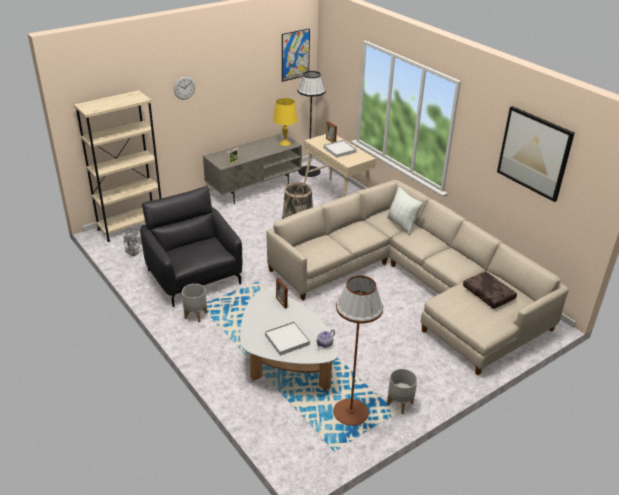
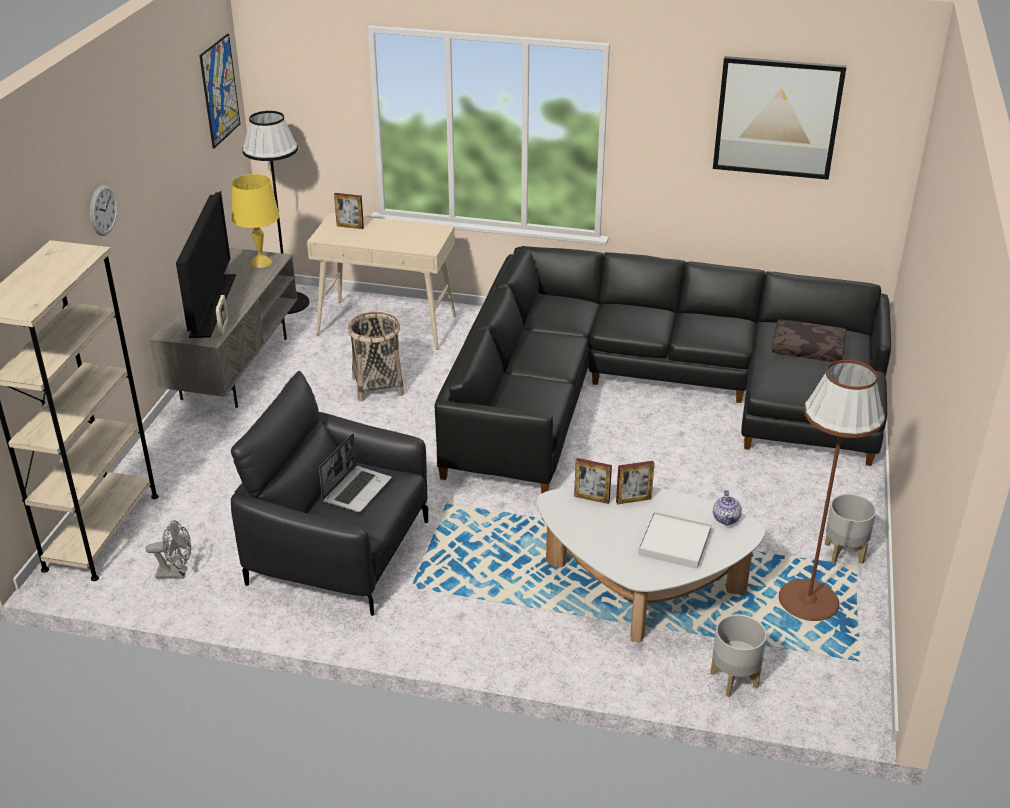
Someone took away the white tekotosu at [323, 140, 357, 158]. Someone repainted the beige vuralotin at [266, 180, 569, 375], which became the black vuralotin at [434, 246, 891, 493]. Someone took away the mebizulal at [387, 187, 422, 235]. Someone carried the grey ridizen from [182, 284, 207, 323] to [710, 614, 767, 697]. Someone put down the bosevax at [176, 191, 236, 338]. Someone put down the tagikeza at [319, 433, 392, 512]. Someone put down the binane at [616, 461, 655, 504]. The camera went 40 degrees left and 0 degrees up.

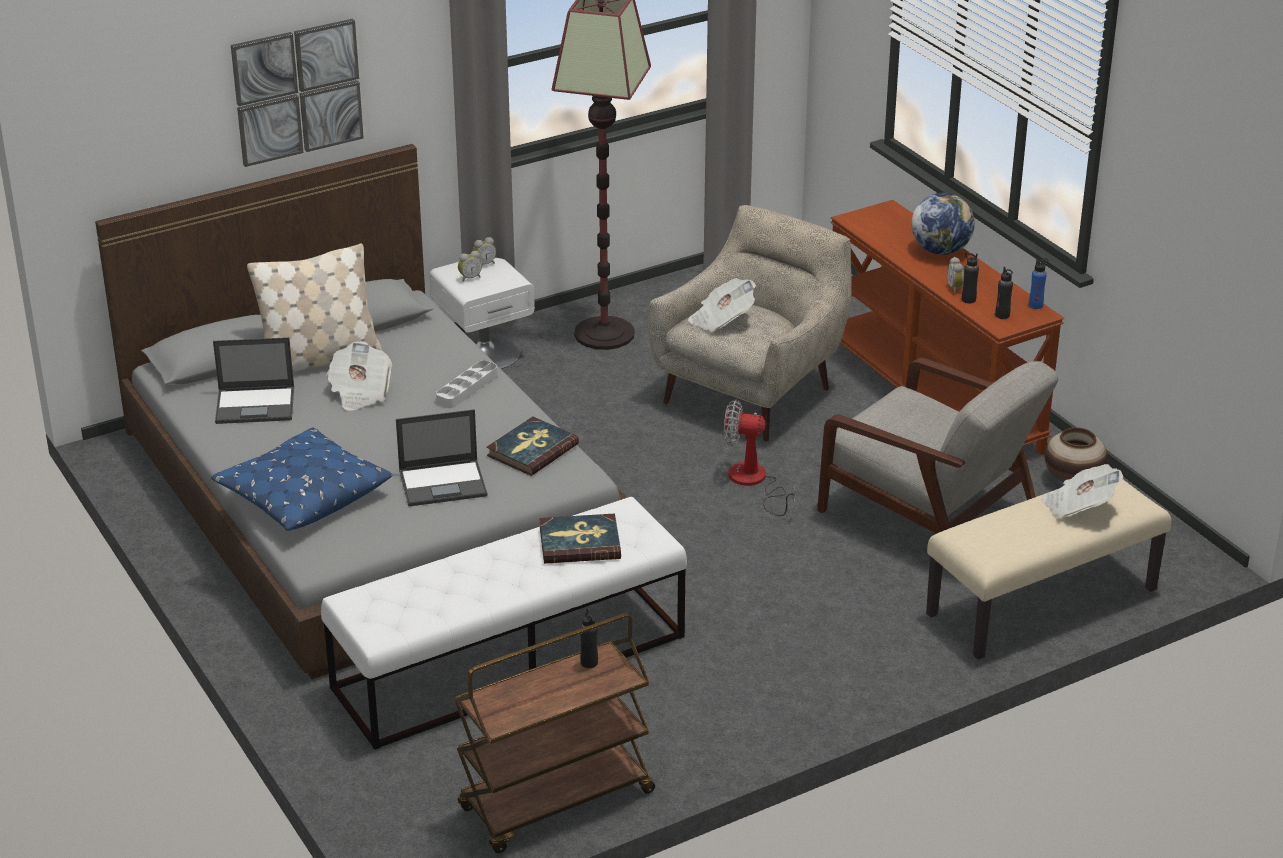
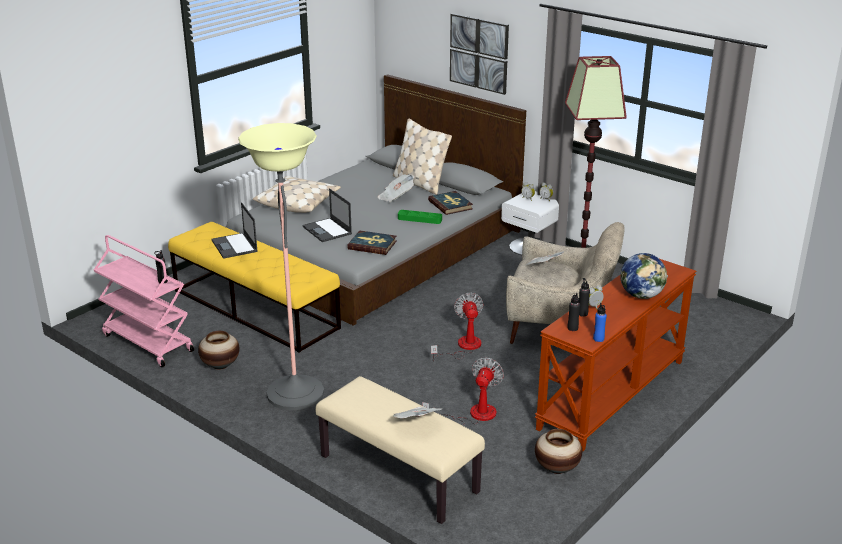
Someone carried the tagikeza from [213, 337, 294, 424] to [212, 202, 258, 259]. Someone swapped the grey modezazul at [817, 358, 1059, 534] for the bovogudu at [422, 357, 504, 426]. Someone repainted the grey tekotosu at [436, 360, 497, 408], which became the green tekotosu at [398, 210, 442, 224]. Someone repainted the blue mebizulal at [211, 427, 392, 531], which became the beige mebizulal at [253, 176, 341, 213]. Someone repainted the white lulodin at [321, 497, 687, 750], which became the yellow lulodin at [168, 222, 341, 352]. Someone carried the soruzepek from [539, 513, 621, 564] to [428, 191, 473, 215]. Someone repainted the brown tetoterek at [454, 613, 655, 853], which became the pink tetoterek at [94, 235, 194, 367]. Someone put down the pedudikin at [238, 123, 324, 410]. Someone put down the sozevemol at [198, 331, 240, 370]. The camera went 70 degrees right and 5 degrees down.

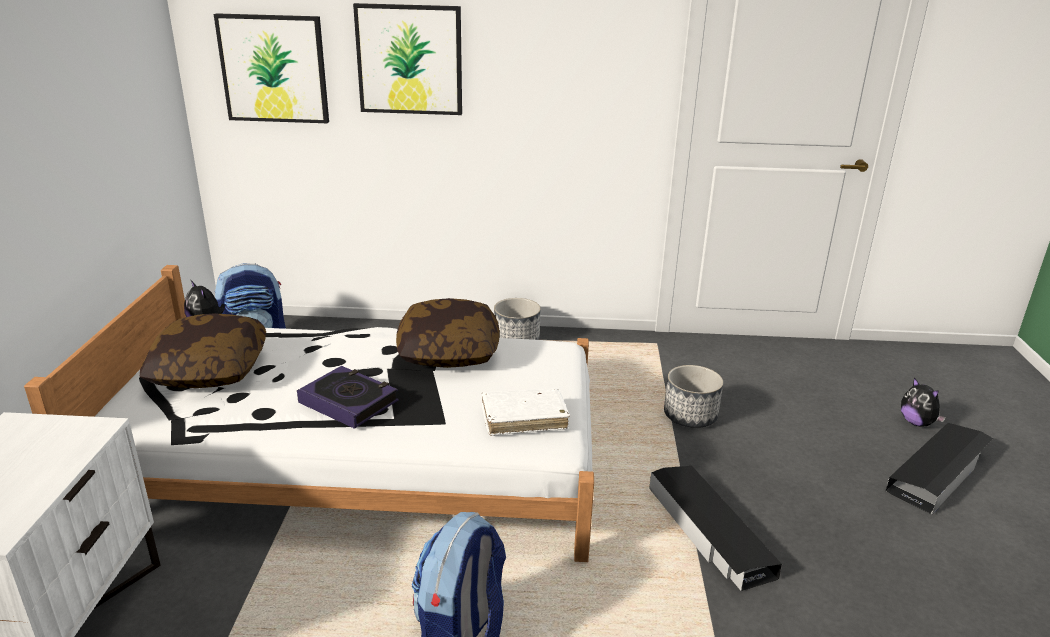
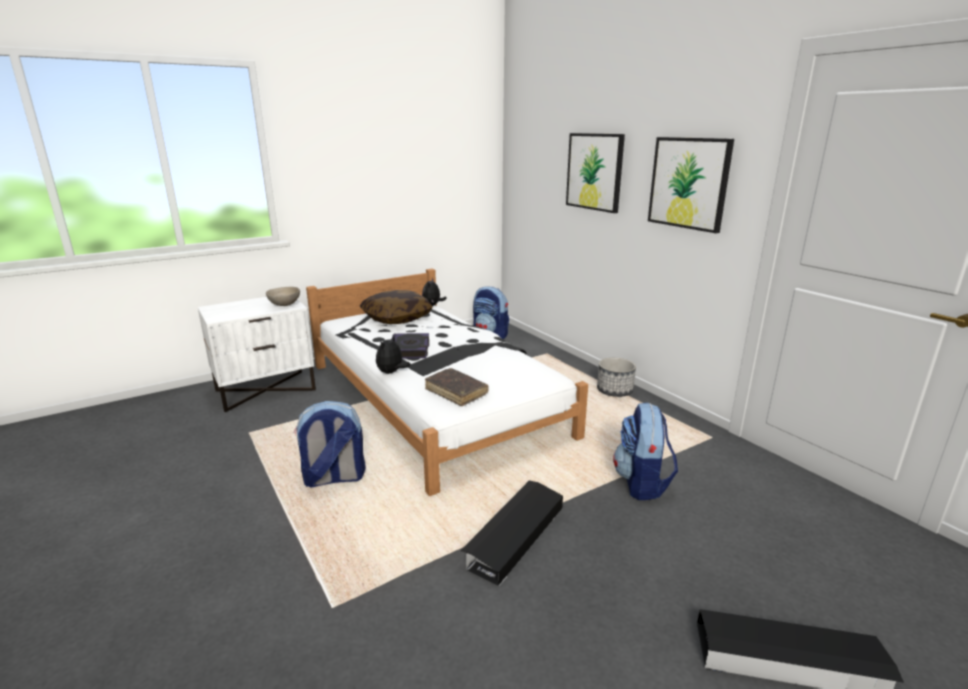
Someone carried the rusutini from [214, 13, 329, 123] to [648, 137, 734, 233]. Someone took away the mebizulal at [396, 298, 500, 368]. Someone swapped the ridizen at [664, 365, 723, 428] for the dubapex at [613, 403, 678, 500]. Someone carried the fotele from [901, 377, 946, 426] to [376, 335, 410, 374]. Someone repainted the white soruzepek at [482, 388, 570, 436], which became the brown soruzepek at [425, 368, 489, 406]. Someone put down the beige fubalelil at [266, 287, 300, 306]. The camera went 55 degrees right and 5 degrees down.

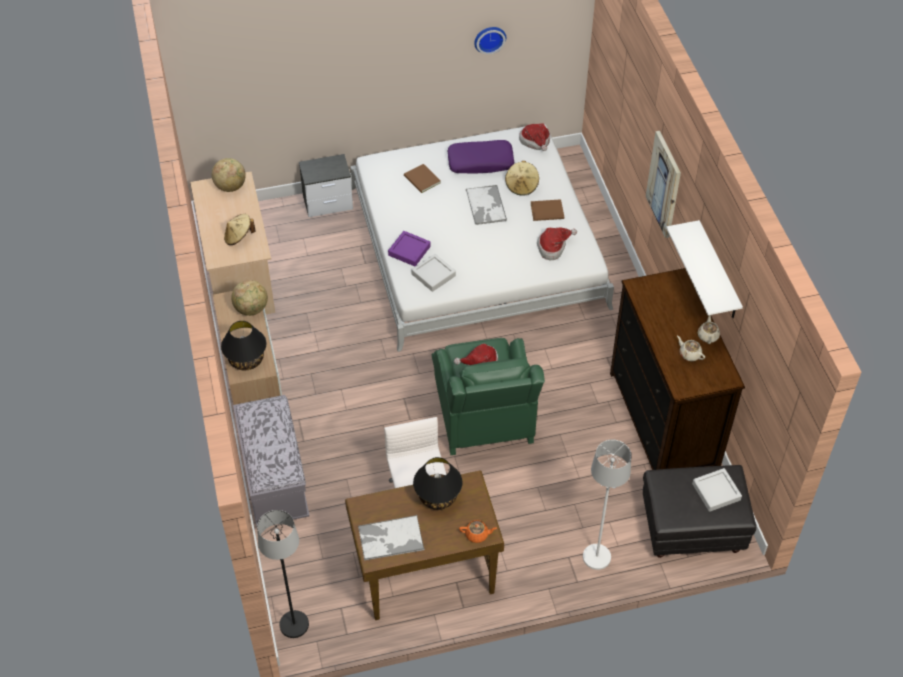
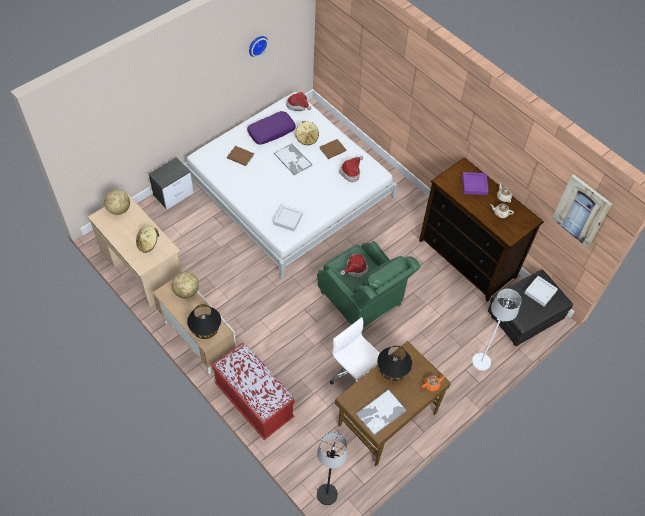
Someone carried the rusutini from [646, 131, 681, 238] to [552, 174, 612, 248]. Someone took away the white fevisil at [666, 220, 743, 318]. Someone carried the purple tekotosu from [388, 231, 431, 266] to [462, 172, 489, 195]. Someone repainted the grey lulodin at [233, 395, 310, 527], which became the red lulodin at [212, 342, 295, 440]. The camera went 30 degrees left and 5 degrees up.

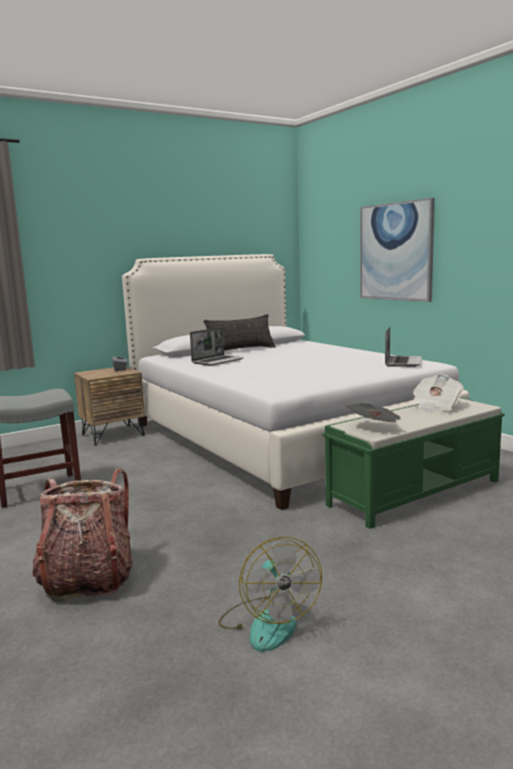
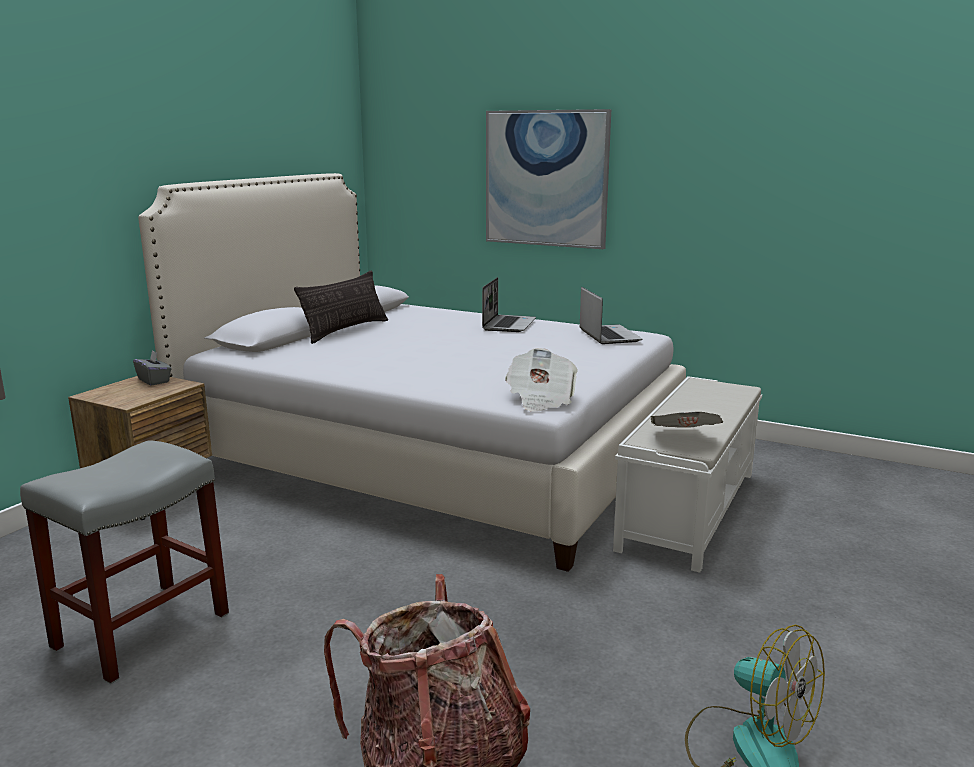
Someone carried the tagikeza from [190, 327, 244, 366] to [482, 277, 536, 332]. Someone carried the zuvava from [413, 374, 464, 413] to [505, 348, 578, 412]. Someone repainted the green lulodin at [323, 397, 505, 529], which became the white lulodin at [613, 376, 762, 573]. The camera went 30 degrees left and 5 degrees up.

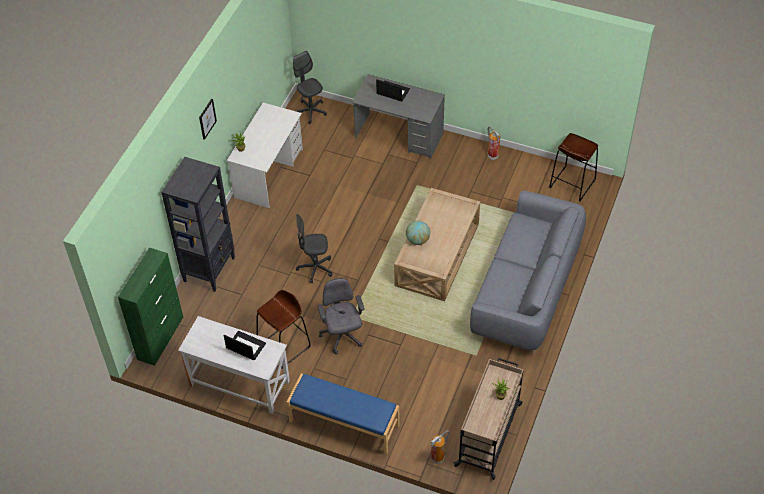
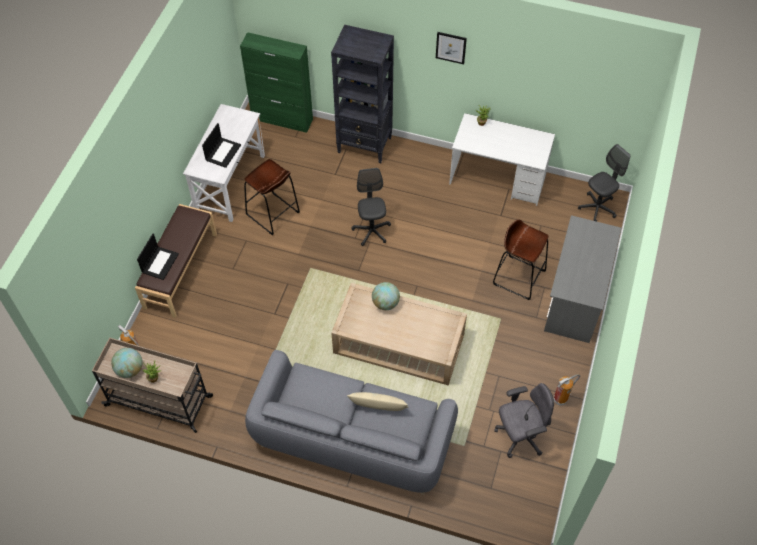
Someone carried the tagikeza from [376, 79, 410, 101] to [137, 234, 179, 280]. Someone carried the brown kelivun from [549, 133, 598, 201] to [493, 219, 549, 300]. Someone carried the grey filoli from [318, 278, 364, 354] to [494, 383, 554, 458]. Someone repainted the blue lulodin at [287, 373, 400, 455], which became the brown lulodin at [135, 204, 217, 318]. Someone put down the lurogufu at [111, 348, 143, 378]. Someone put down the beige mebizulal at [347, 392, 409, 411]. The camera went 85 degrees right and 5 degrees up.

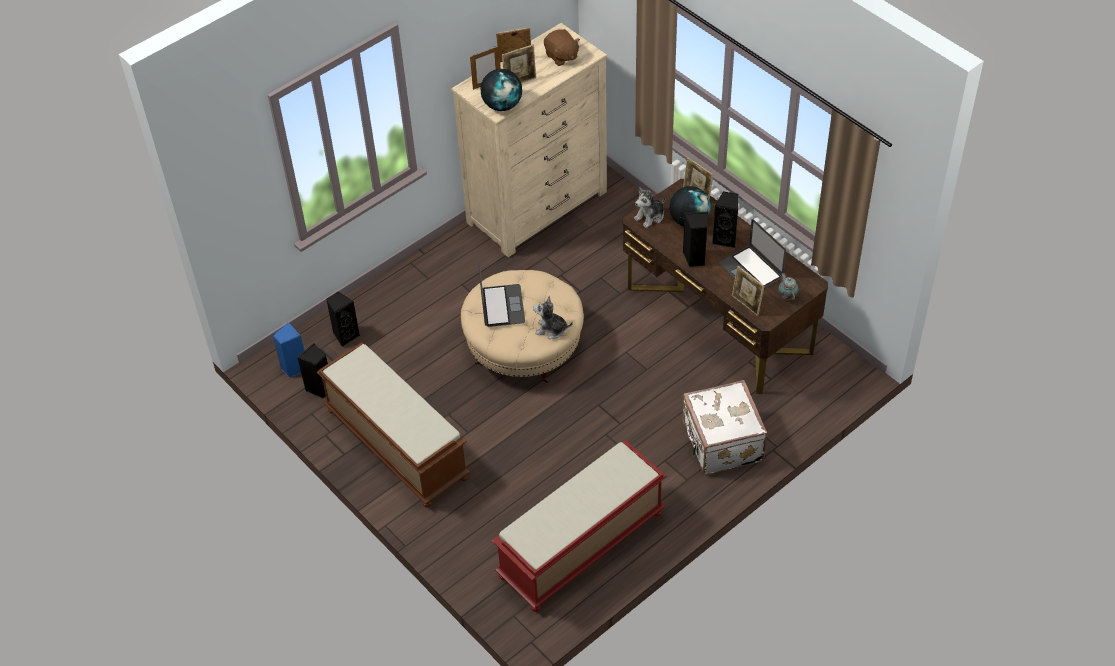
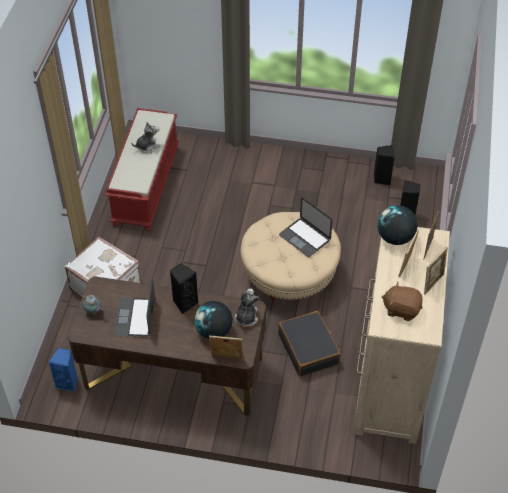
Someone took away the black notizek at [712, 191, 738, 248]. Someone rotated the tagikeza at [719, 219, 786, 288] by 105 degrees counterclockwise. Someone took away the binane at [732, 266, 764, 316]. Someone carried the fotele from [533, 296, 573, 339] to [132, 122, 160, 153]. Someone carried the blue notizek from [273, 323, 304, 378] to [48, 348, 77, 392]. Someone took away the brown lulodin at [316, 343, 471, 508]. Someone put down the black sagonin at [278, 311, 341, 377]. The camera went 140 degrees right and 0 degrees up.

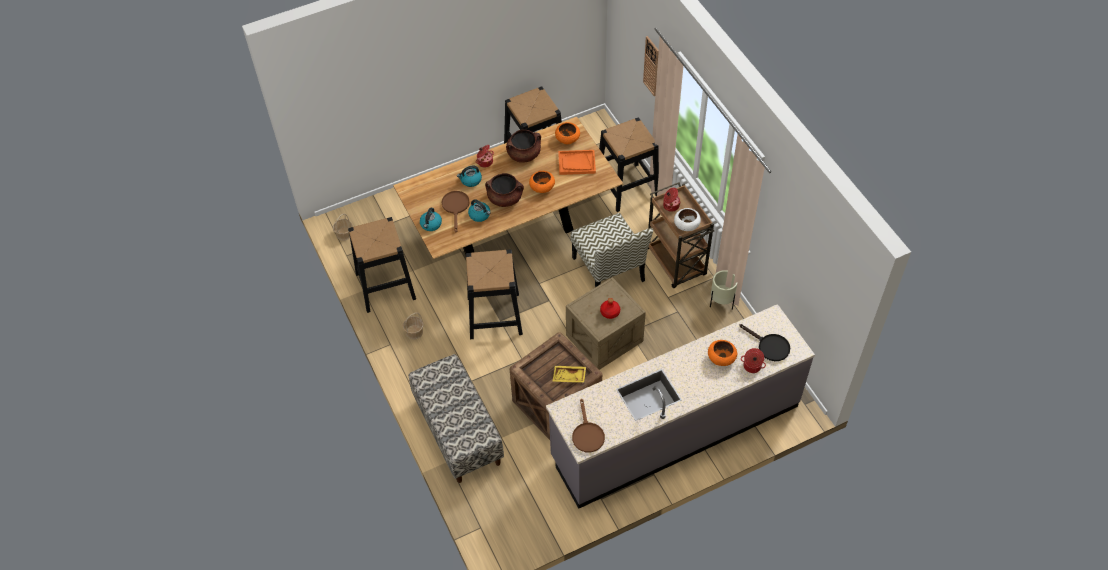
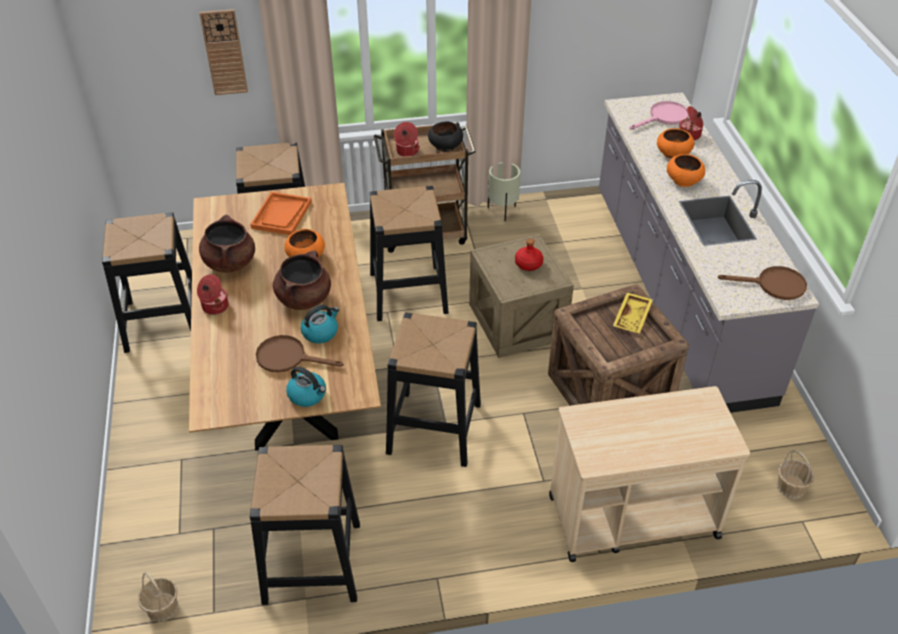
Someone carried the orange fubalelil from [555, 122, 580, 144] to [667, 154, 705, 187]. Someone took away the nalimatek at [457, 166, 482, 187]. Someone repainted the white fubalelil at [674, 208, 701, 231], which became the black fubalelil at [428, 122, 463, 152]. Someone swapped the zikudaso at [570, 213, 653, 287] for the black kelivun at [370, 186, 449, 321]. Someone carried the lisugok from [403, 312, 424, 340] to [776, 450, 814, 499]. Someone repainted the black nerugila at [740, 324, 790, 361], which became the pink nerugila at [629, 101, 688, 130]. Someone swapped the lulodin at [409, 354, 504, 483] for the beige tetoterek at [549, 386, 750, 562]. The camera went 75 degrees left and 10 degrees down.

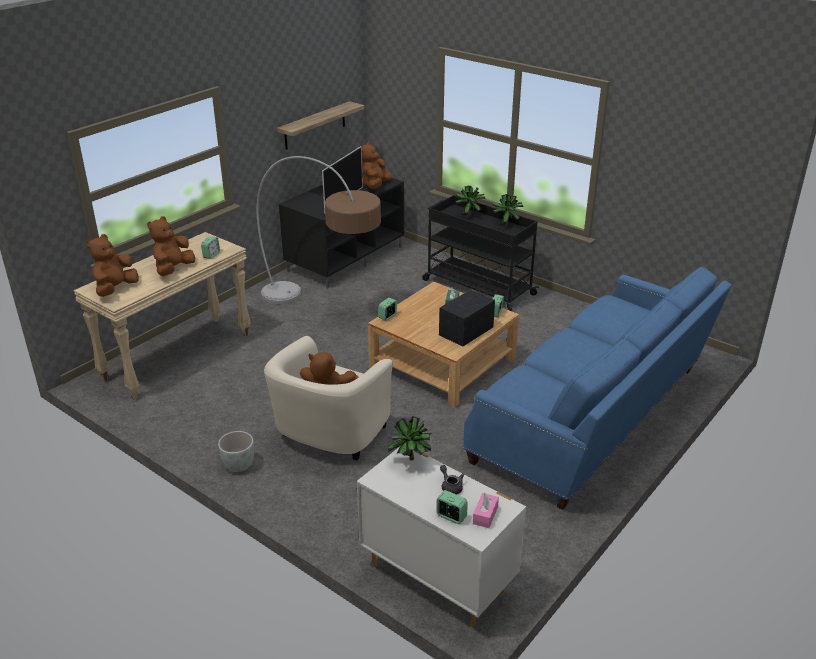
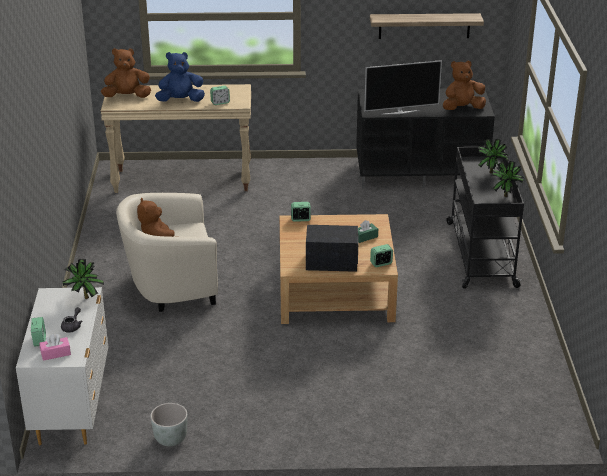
Someone took away the pedudikin at [256, 156, 381, 304]. Someone repainted the brown fotele at [147, 216, 195, 276], which became the blue fotele at [155, 52, 205, 102]. Someone took away the blue vuralotin at [463, 267, 732, 510]. Someone carried the grey ridizen from [218, 431, 254, 472] to [150, 403, 187, 447]. The camera went 50 degrees right and 0 degrees up.

